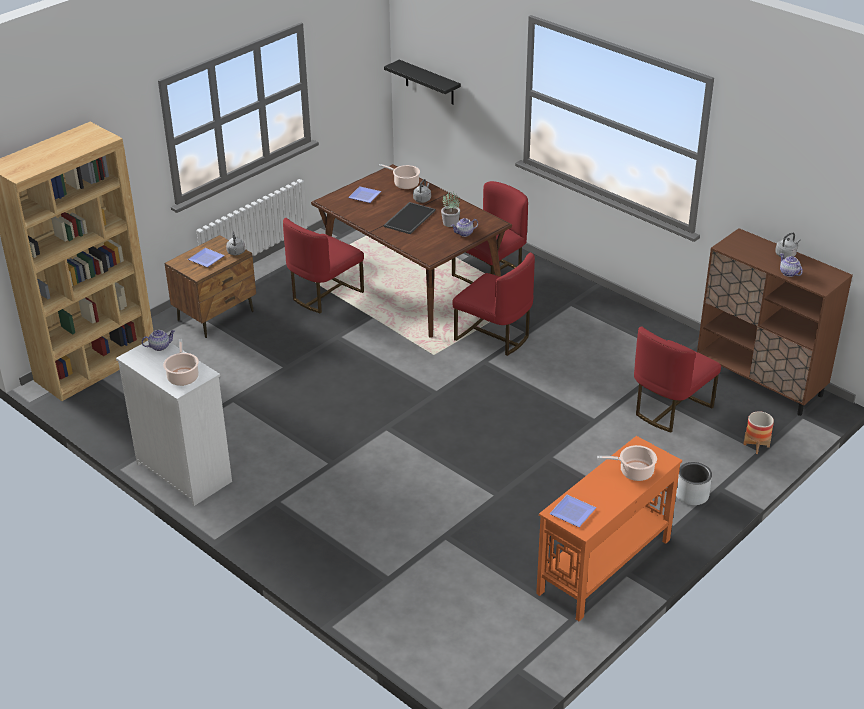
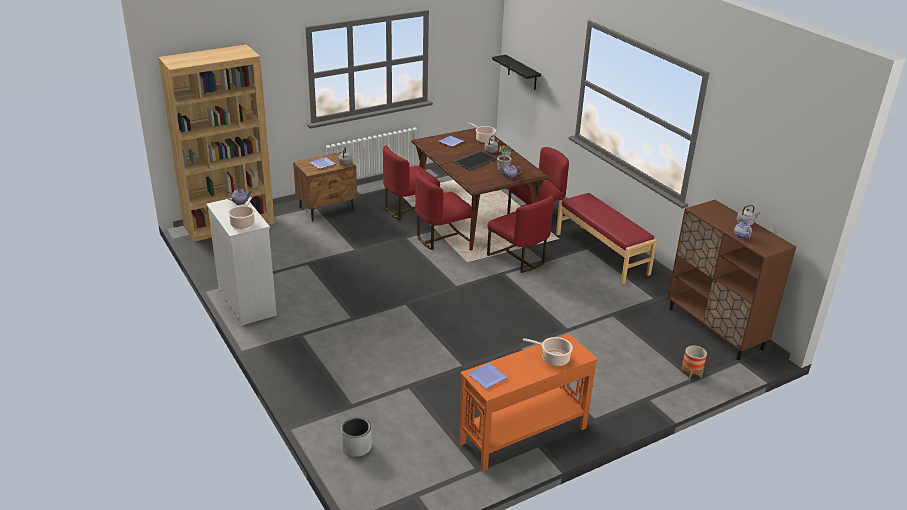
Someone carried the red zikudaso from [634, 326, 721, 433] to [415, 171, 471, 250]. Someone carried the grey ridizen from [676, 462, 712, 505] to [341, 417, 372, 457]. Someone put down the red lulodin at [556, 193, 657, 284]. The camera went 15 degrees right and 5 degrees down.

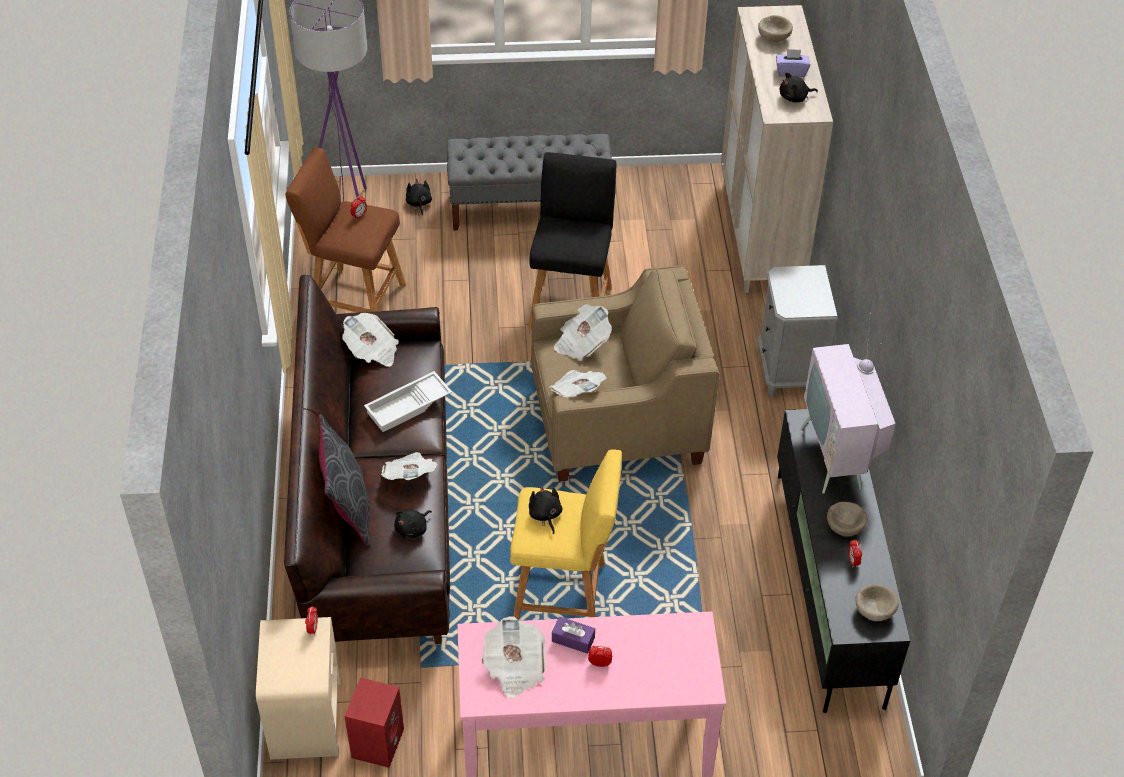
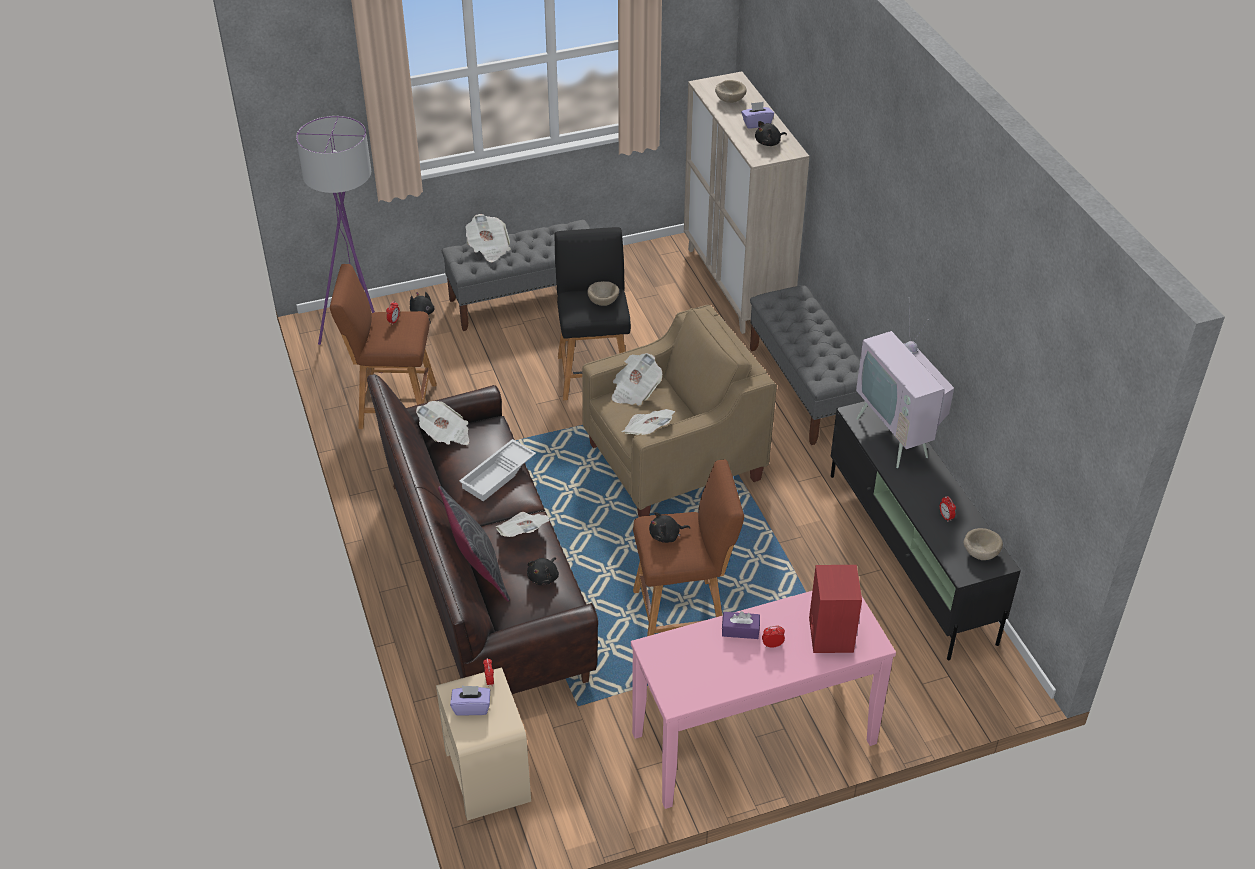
Someone swapped the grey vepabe at [757, 265, 837, 397] for the grey lulodin at [750, 286, 865, 445]. Someone repainted the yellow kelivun at [510, 450, 622, 620], which became the brown kelivun at [633, 459, 744, 636]. Someone rotated the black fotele at [529, 485, 563, 534] by 75 degrees counterclockwise. Someone carried the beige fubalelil from [827, 502, 867, 537] to [587, 281, 619, 306]. Someone carried the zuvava from [481, 616, 546, 698] to [465, 214, 511, 262]. Someone carried the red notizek from [345, 677, 404, 768] to [809, 565, 862, 653]. Someone put down the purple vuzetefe at [450, 686, 490, 716]. The camera went 15 degrees left and 5 degrees down.

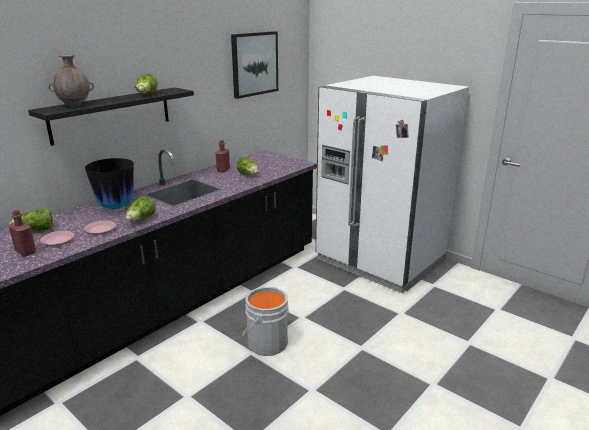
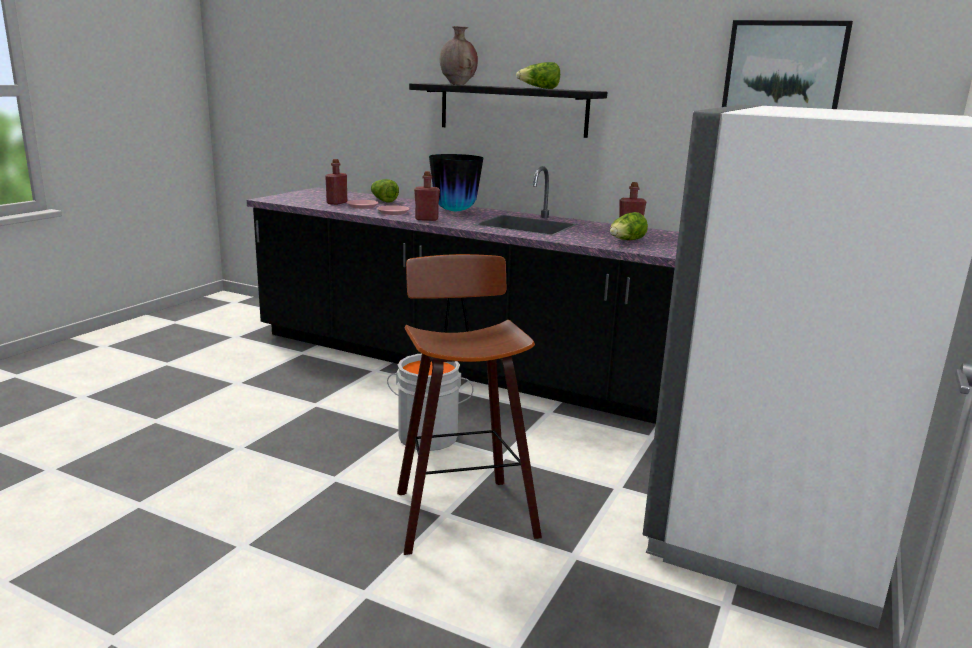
Someone swapped the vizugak at [126, 196, 156, 221] for the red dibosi at [414, 171, 440, 221]. Someone put down the kelivun at [397, 254, 542, 555]. The camera went 75 degrees right and 5 degrees down.

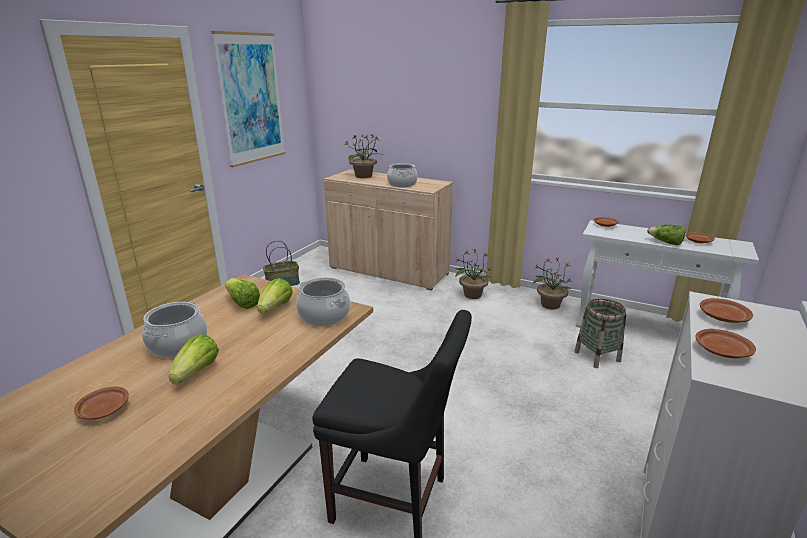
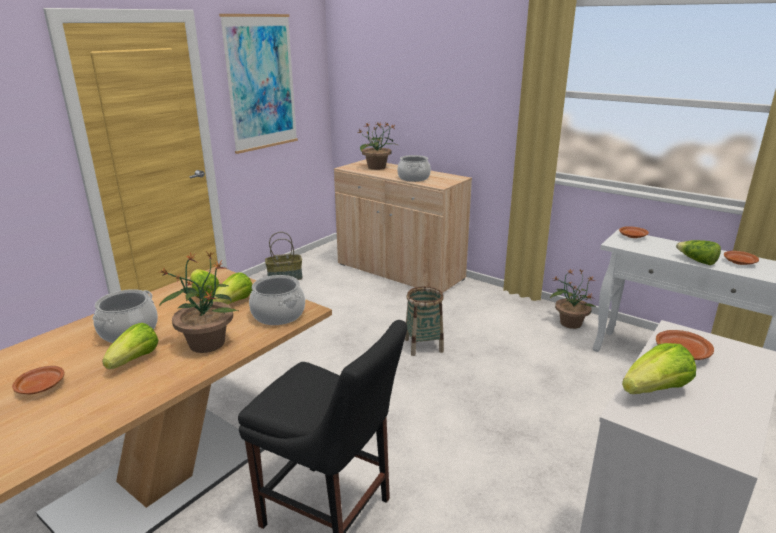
Someone carried the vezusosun from [456, 249, 492, 299] to [159, 252, 238, 353]. Someone carried the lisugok from [574, 299, 626, 368] to [404, 286, 444, 356]. Someone swapped the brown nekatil at [696, 329, 756, 358] for the vizugak at [622, 343, 696, 394]. The camera went 10 degrees right and 0 degrees up.

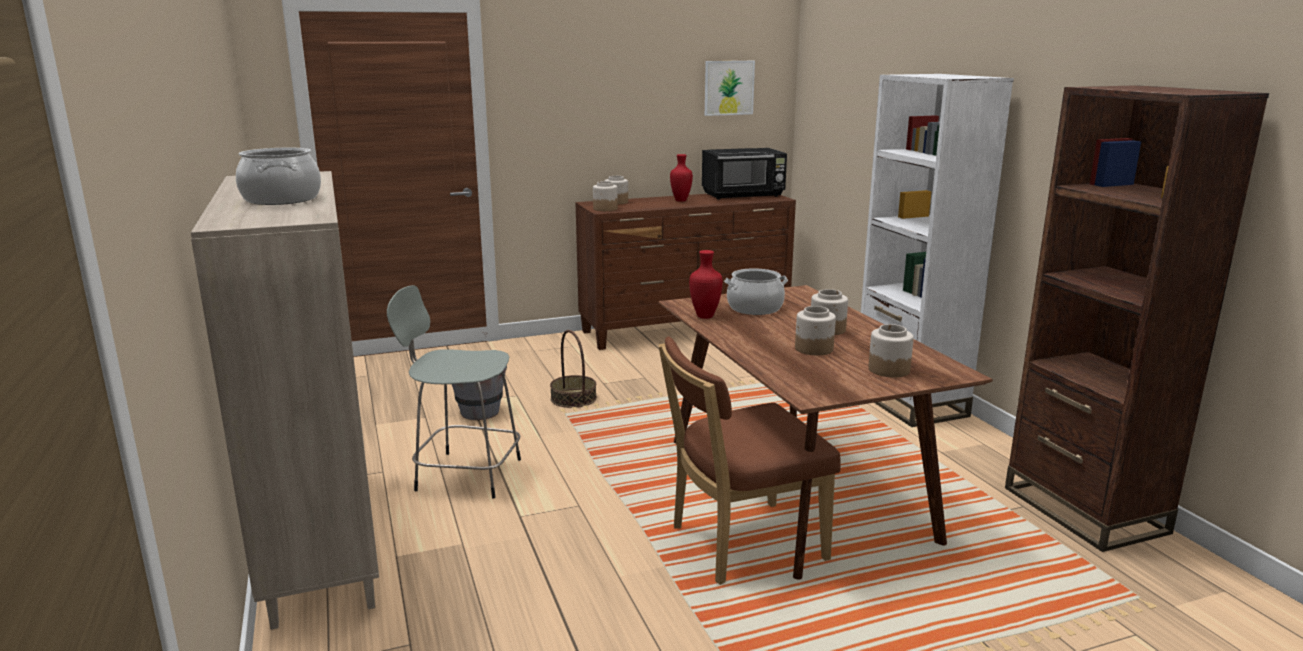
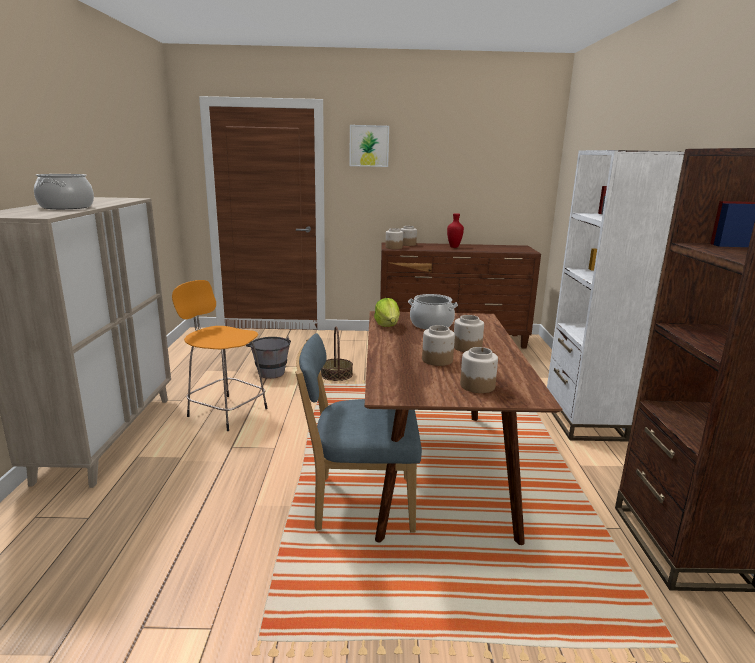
Someone carried the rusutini from [705, 61, 755, 116] to [350, 125, 389, 167]. Someone took away the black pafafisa at [702, 148, 787, 200]. Someone swapped the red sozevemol at [689, 250, 723, 319] for the vizugak at [374, 298, 400, 327]. Someone repainted the grey kelivun at [387, 285, 521, 498], which became the orange kelivun at [172, 280, 267, 431]. Someone repainted the brown zikudaso at [659, 336, 841, 585], which became the blue zikudaso at [295, 333, 422, 533]. The camera went 20 degrees right and 0 degrees up.

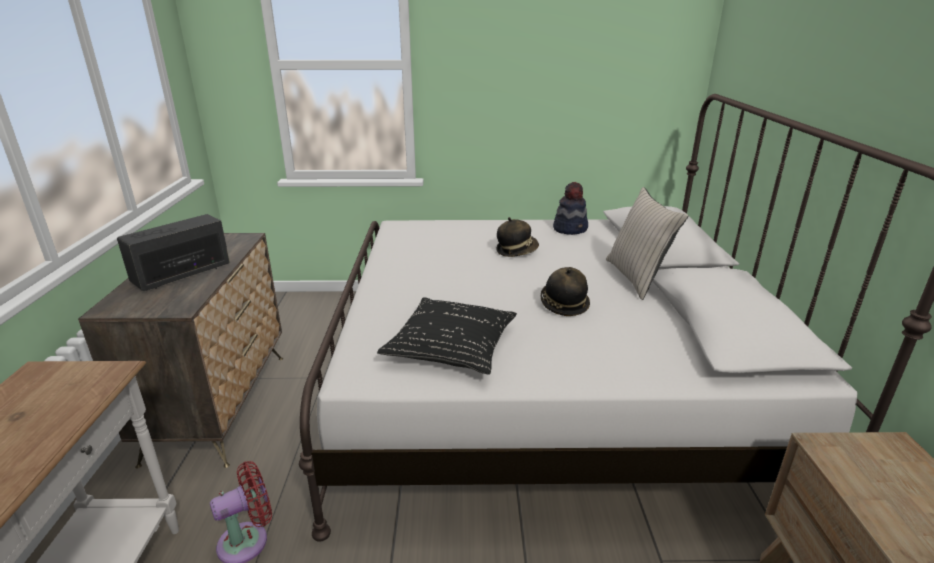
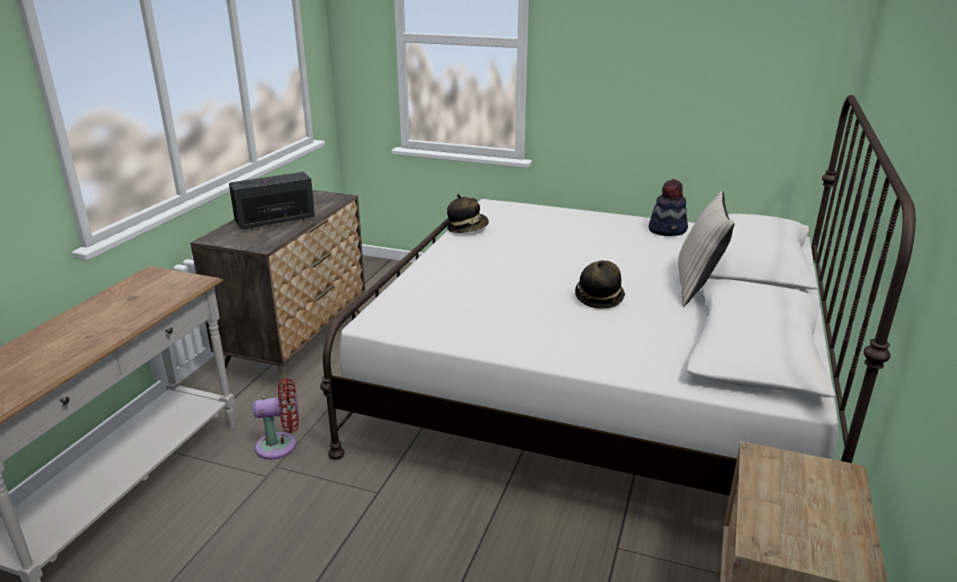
Someone carried the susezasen from [496, 217, 539, 257] to [447, 194, 489, 233]. Someone took away the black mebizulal at [377, 297, 517, 375]. The camera went 20 degrees right and 0 degrees up.

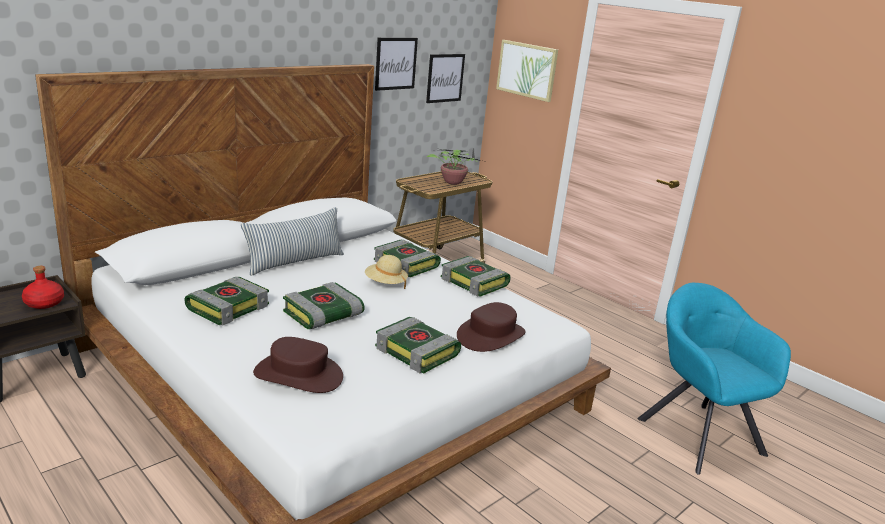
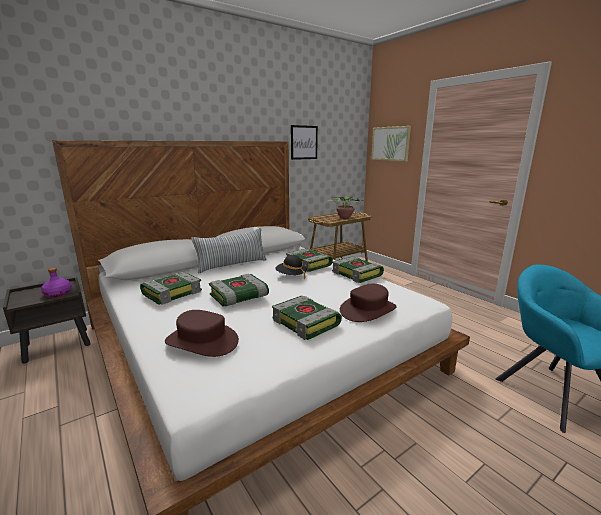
Someone took away the rusutini at [426, 54, 465, 103]. Someone repainted the beige susezasen at [365, 255, 408, 289], which became the black susezasen at [275, 255, 307, 279]. Someone repainted the red dibosi at [22, 266, 64, 309], which became the purple dibosi at [41, 268, 72, 297]. The camera went 10 degrees right and 5 degrees down.

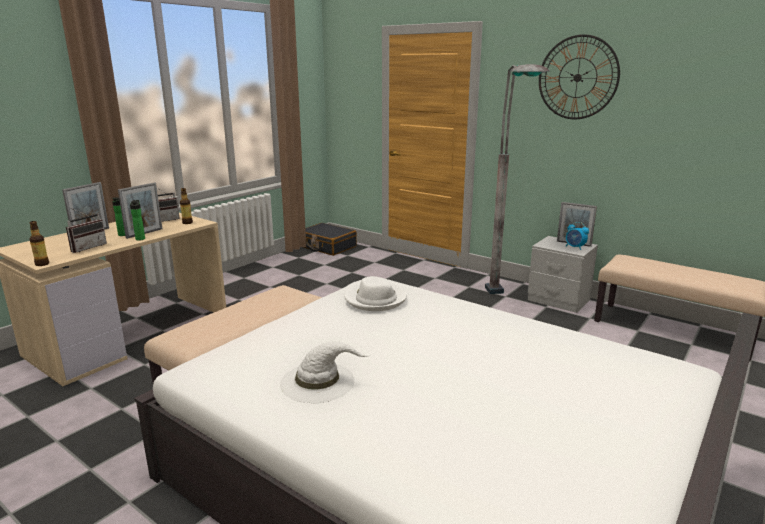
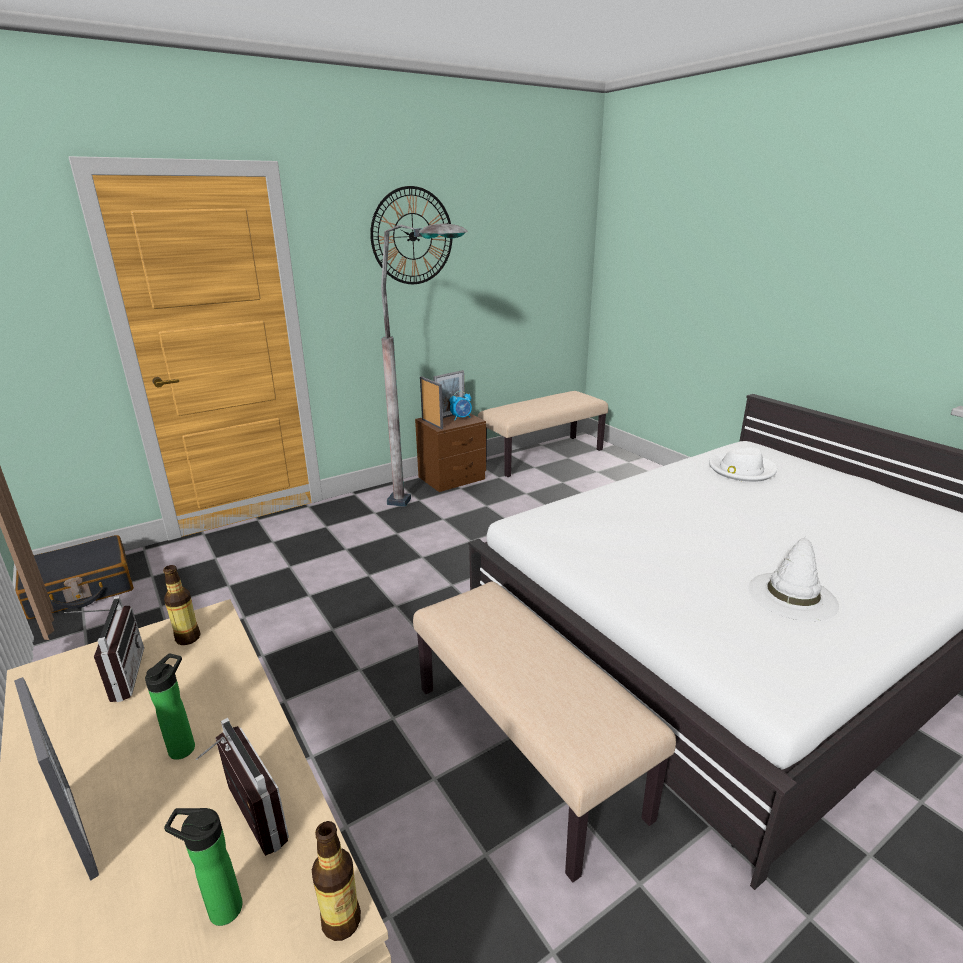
Someone carried the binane from [118, 183, 163, 239] to [420, 376, 443, 429]. Someone carried the dibosi from [130, 200, 145, 241] to [164, 808, 243, 926]. Someone repainted the grey vepabe at [528, 236, 598, 313], which became the brown vepabe at [415, 413, 486, 492]. Someone carried the white susezasen from [344, 277, 407, 311] to [709, 447, 777, 482]. The camera went 70 degrees left and 5 degrees up.

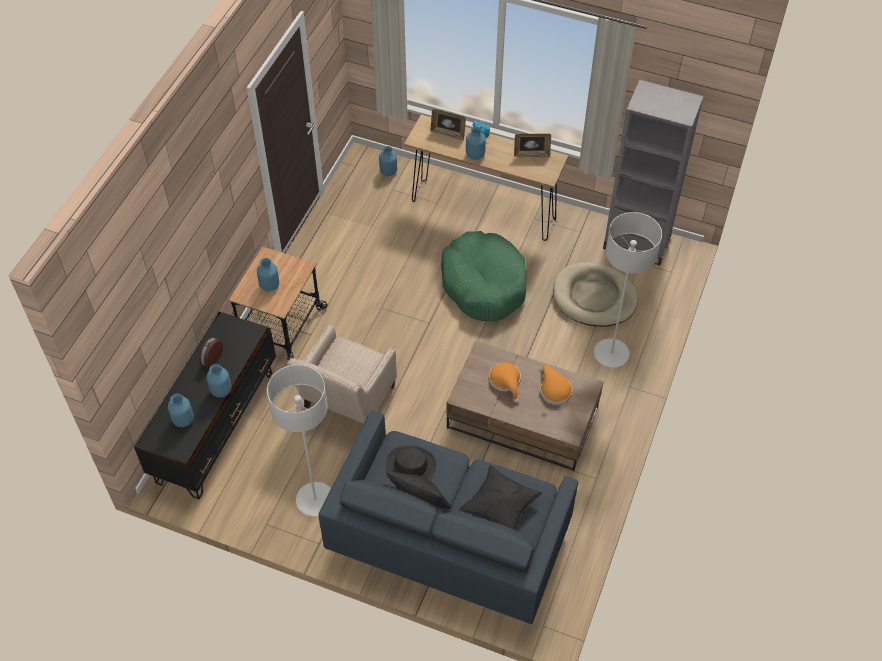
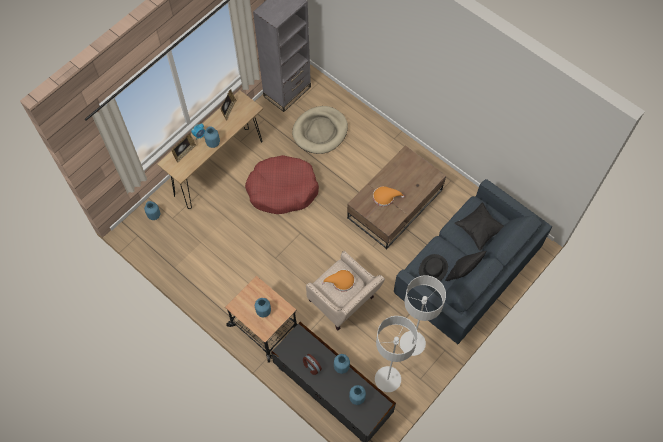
Someone carried the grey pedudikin from [594, 212, 662, 368] to [375, 316, 418, 392]. Someone repainted the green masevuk at [441, 231, 526, 322], which became the red masevuk at [245, 155, 319, 214]. Someone carried the orange susezasen from [540, 365, 572, 405] to [322, 270, 355, 291]. The camera went 70 degrees left and 10 degrees up.

